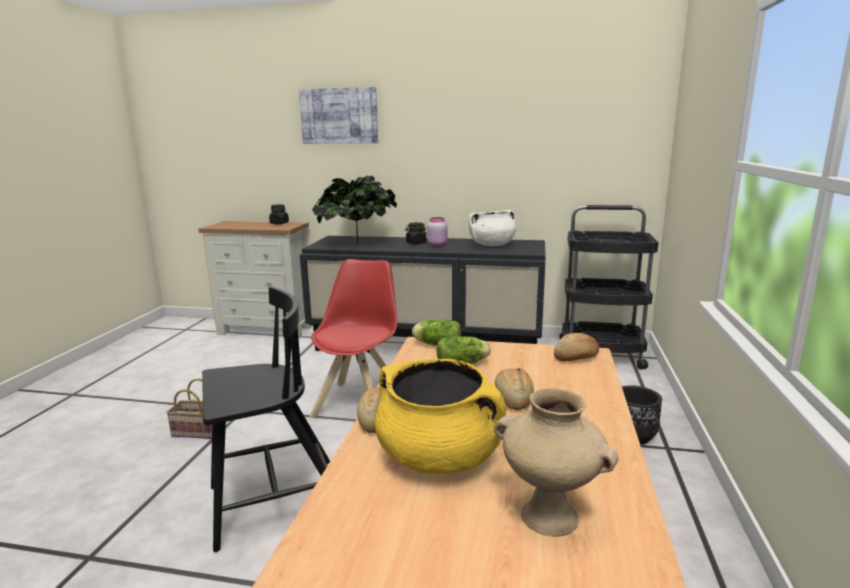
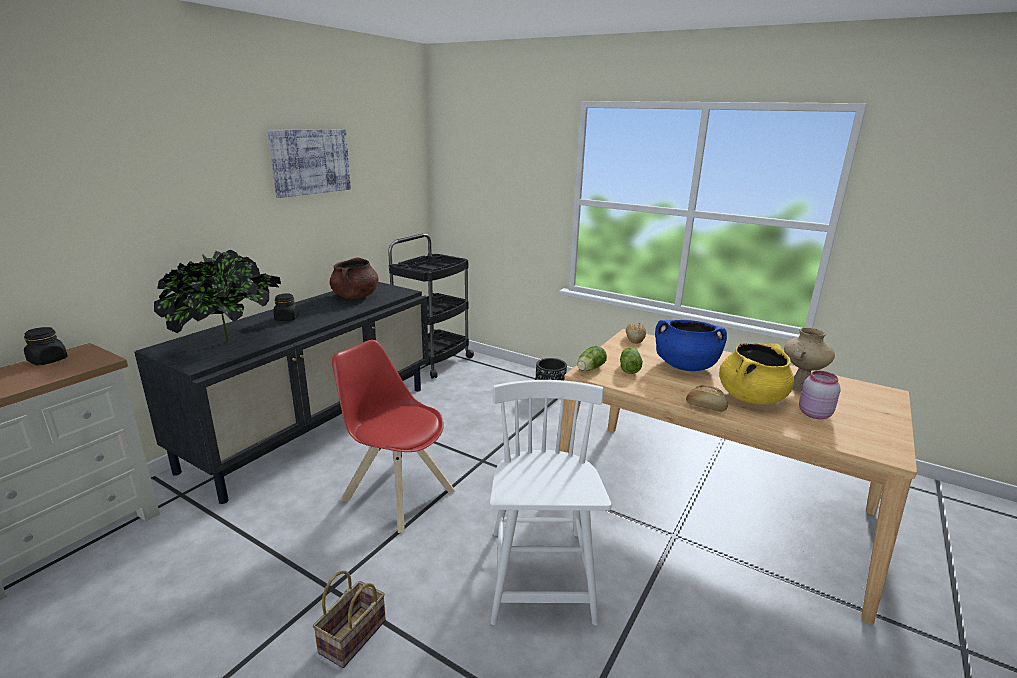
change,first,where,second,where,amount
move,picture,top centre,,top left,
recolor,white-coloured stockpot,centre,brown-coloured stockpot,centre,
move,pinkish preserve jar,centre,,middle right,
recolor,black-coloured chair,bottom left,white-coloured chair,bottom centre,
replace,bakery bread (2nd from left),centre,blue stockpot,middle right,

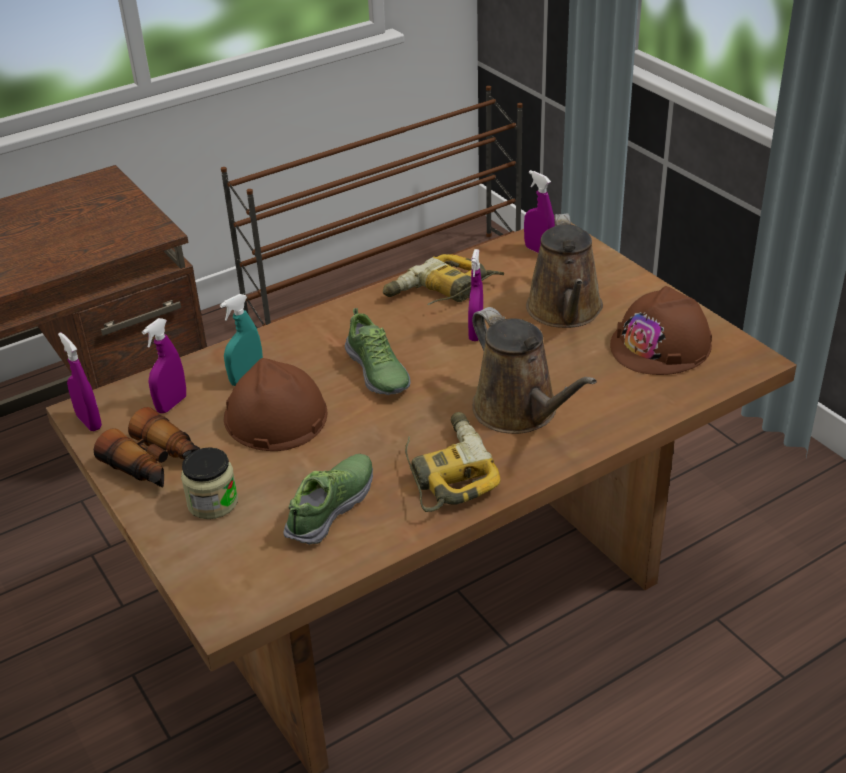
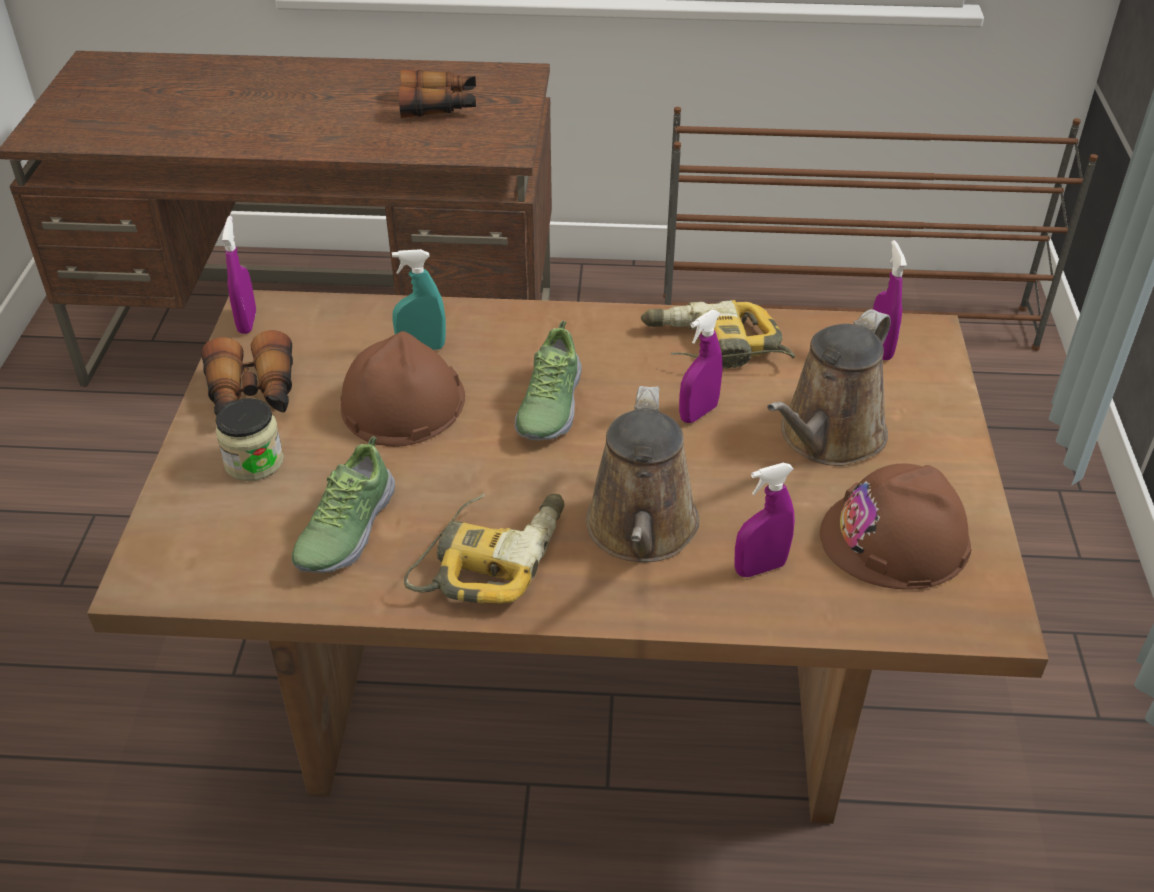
change,first,where,second,where,amount
move,purple-coloured sprayer (2nd from left in the first image),middle left,purple-coloured sprayer (3rd from left),centre,
rotate,low shoe (1st from left),centre,,middle left,135 degrees clockwise
insert,,,binoculars (2nd from left),top centre,

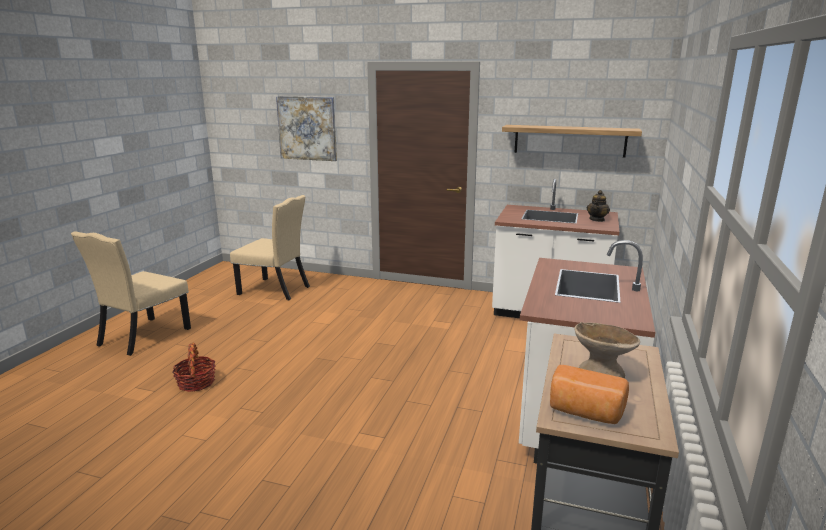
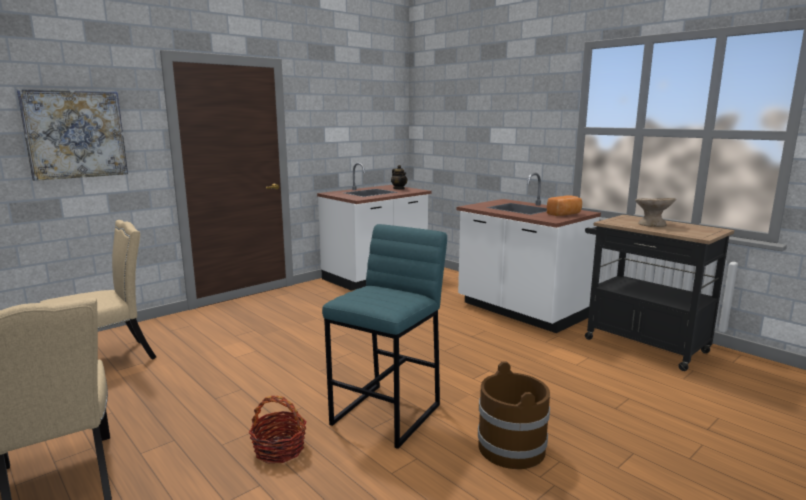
change,first,where,second,where,amount
delete,bracket shelf,top right,,,
move,bakery bread,bottom right,,middle right,
insert,,,turquoise stool,bottom centre,
insert,,,brown-coloured pail,bottom centre,

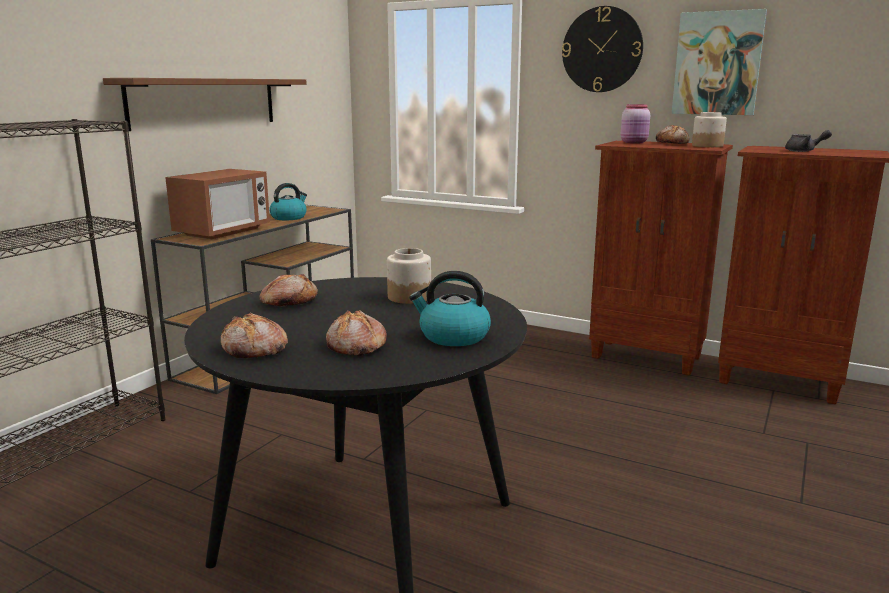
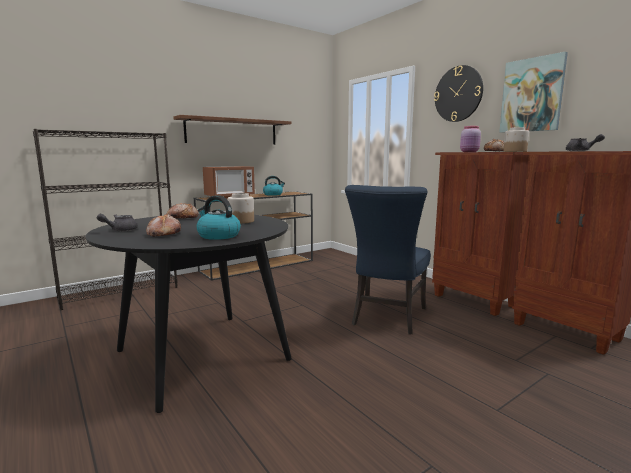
change,first,where,second,where,amount
replace,bakery bread (1st from left),middle left,gray pot for tea (1st from left),middle left,
insert,,,blue chair,centre,

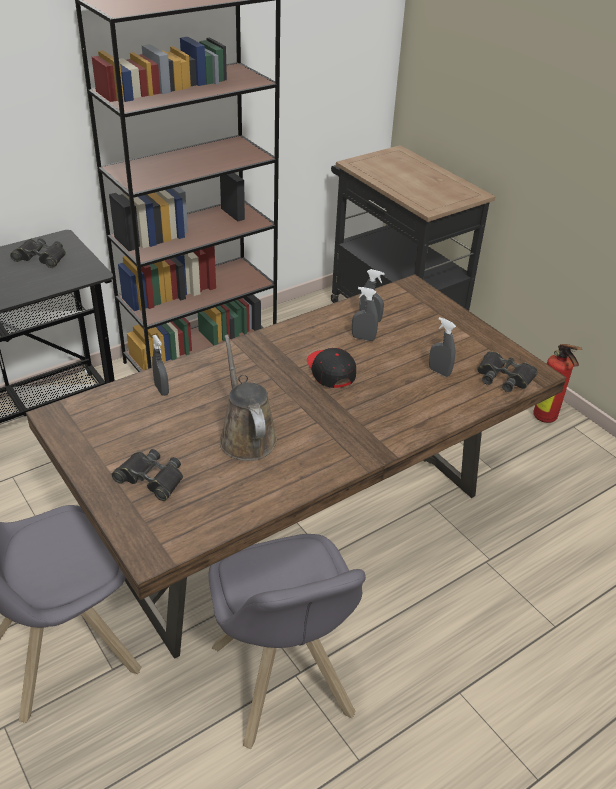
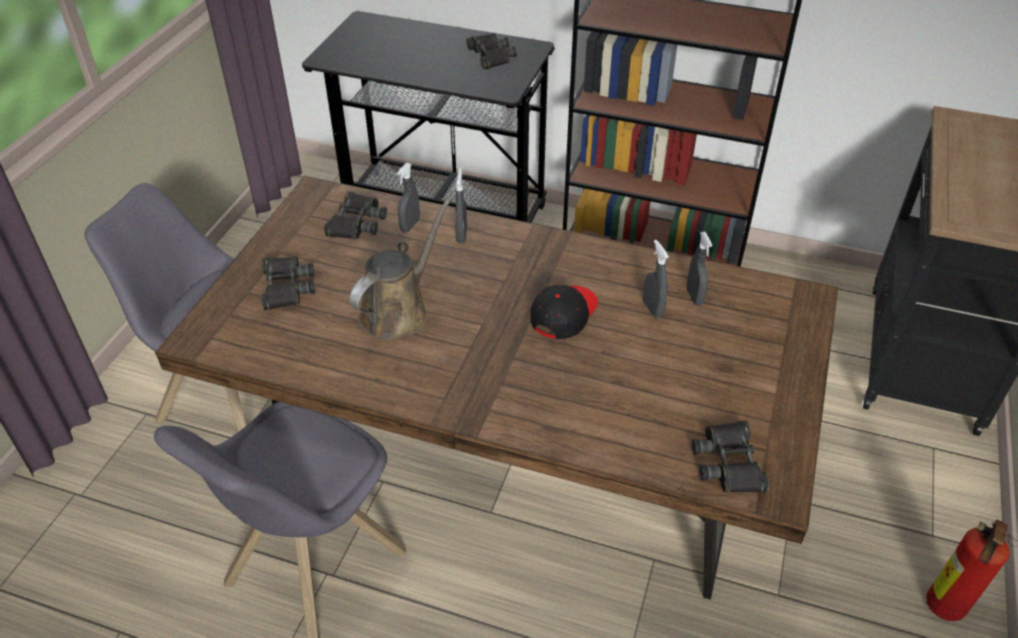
change,first,where,second,where,amount
move,gray sprayer (4th from left in the first image),middle right,gray sprayer (2nd from left),top centre,
insert,,,black-coloured binoculars (2nd from left),centre,

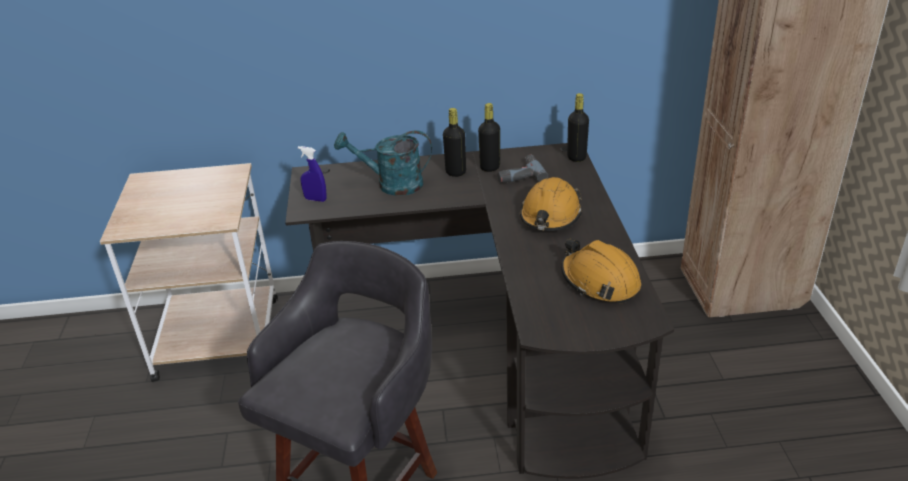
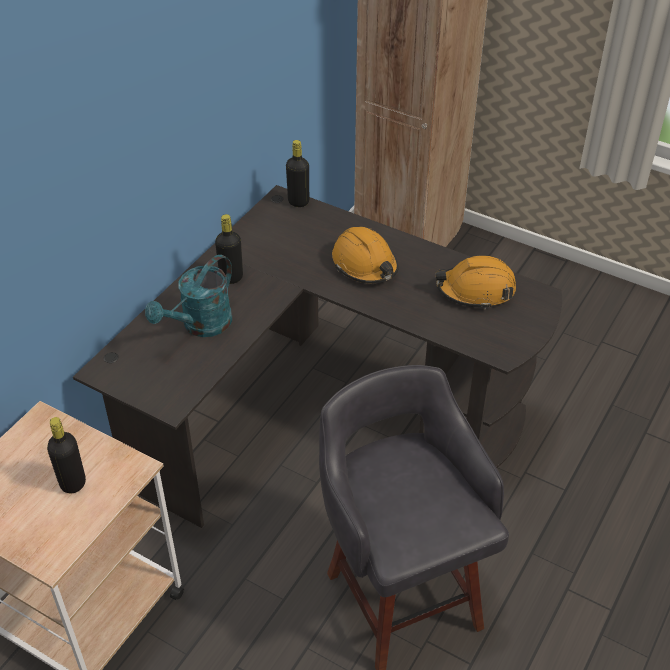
change,first,where,second,where,amount
move,black-coloured beverage bottle (2nd from left in the first image),top centre,black-coloured beverage bottle (1st from left),bottom left,
delete,blue sprayer,centre,,,
delete,electric drill,centre,,,

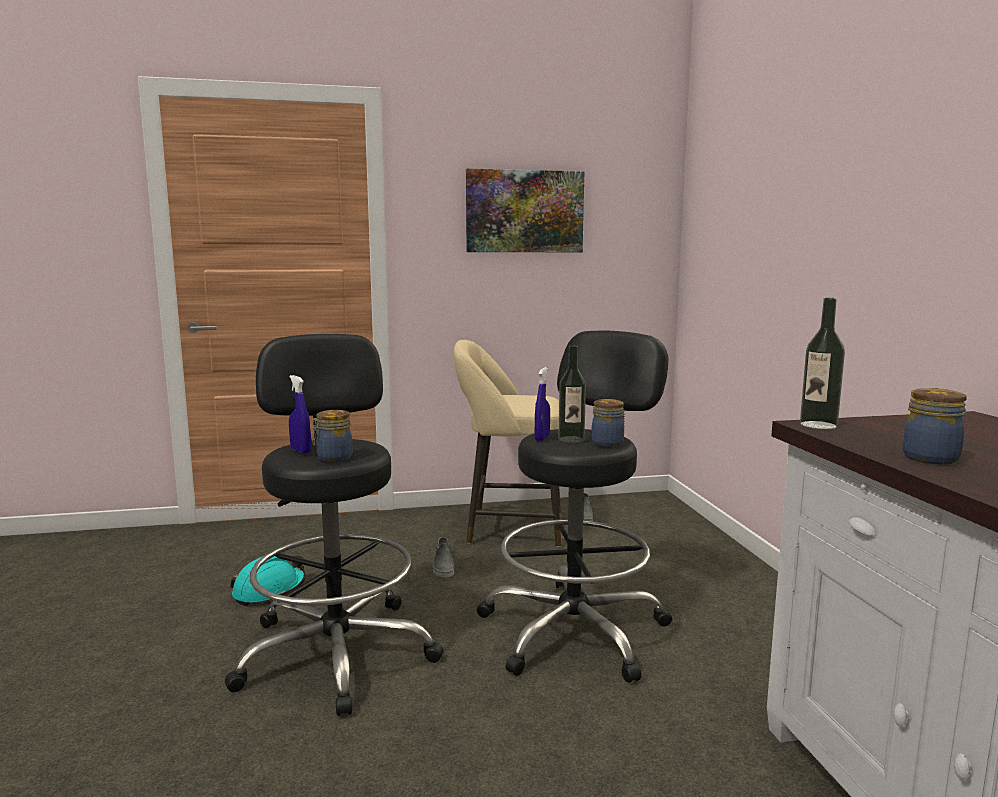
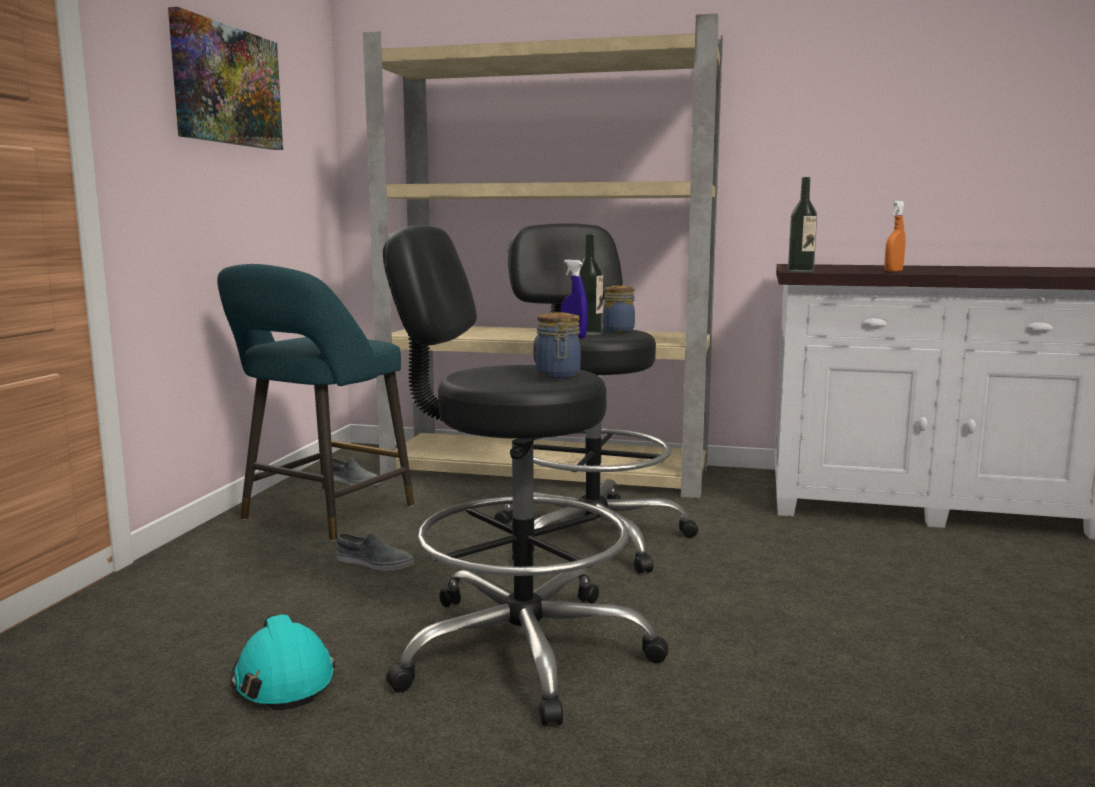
change,first,where,second,where,amount
recolor,beige stool,centre,turquoise stool,middle left,
delete,blue sprayer (1st from left),middle left,,,
replace,preserve jar (3rd from left),middle right,orangey sprayer,top right,
insert,,,beige bookcase,top centre,

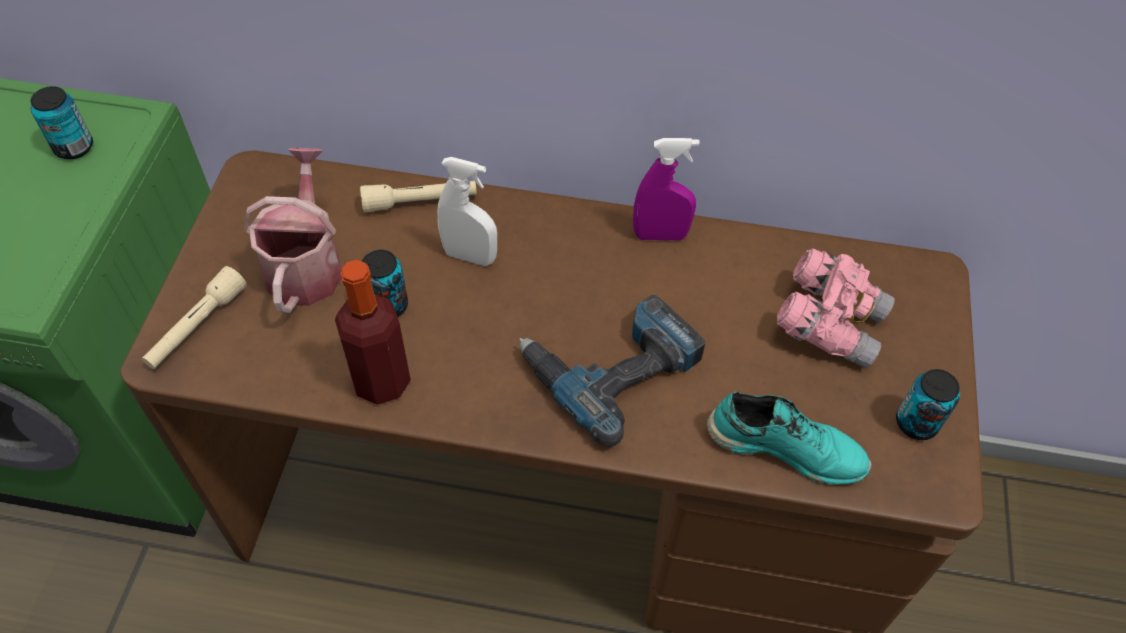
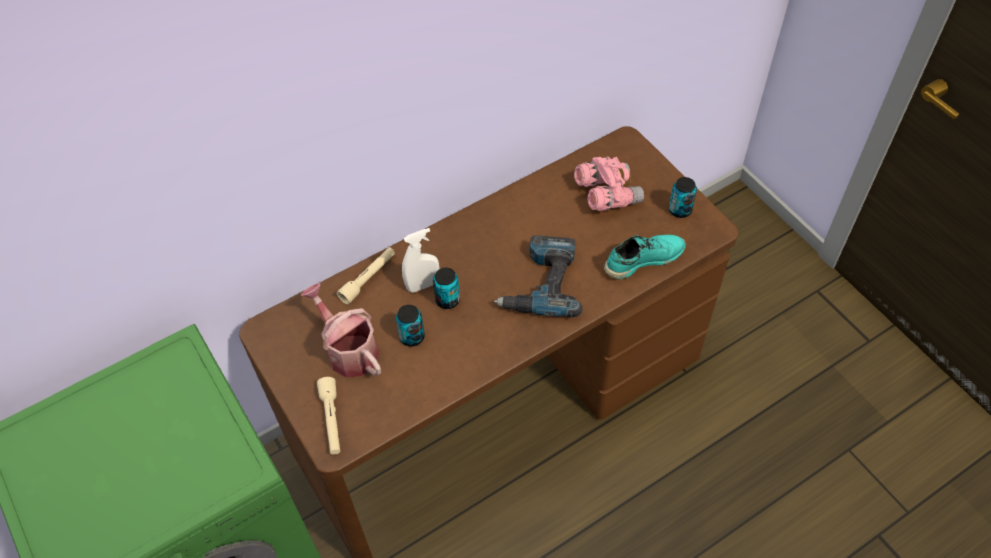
change,first,where,second,where,amount
move,metal can (1st from left in the first image),top left,metal can (2nd from left),centre,
delete,purple-coloured sprayer,top centre,,,
delete,beverage bottle,middle left,,,

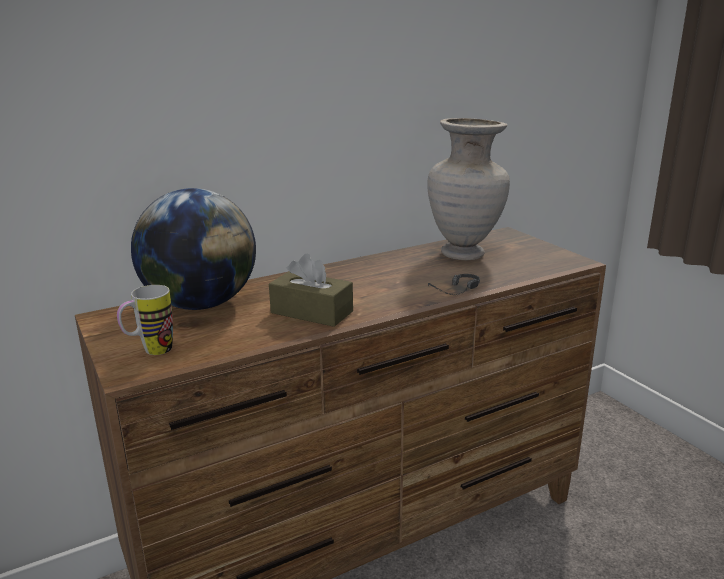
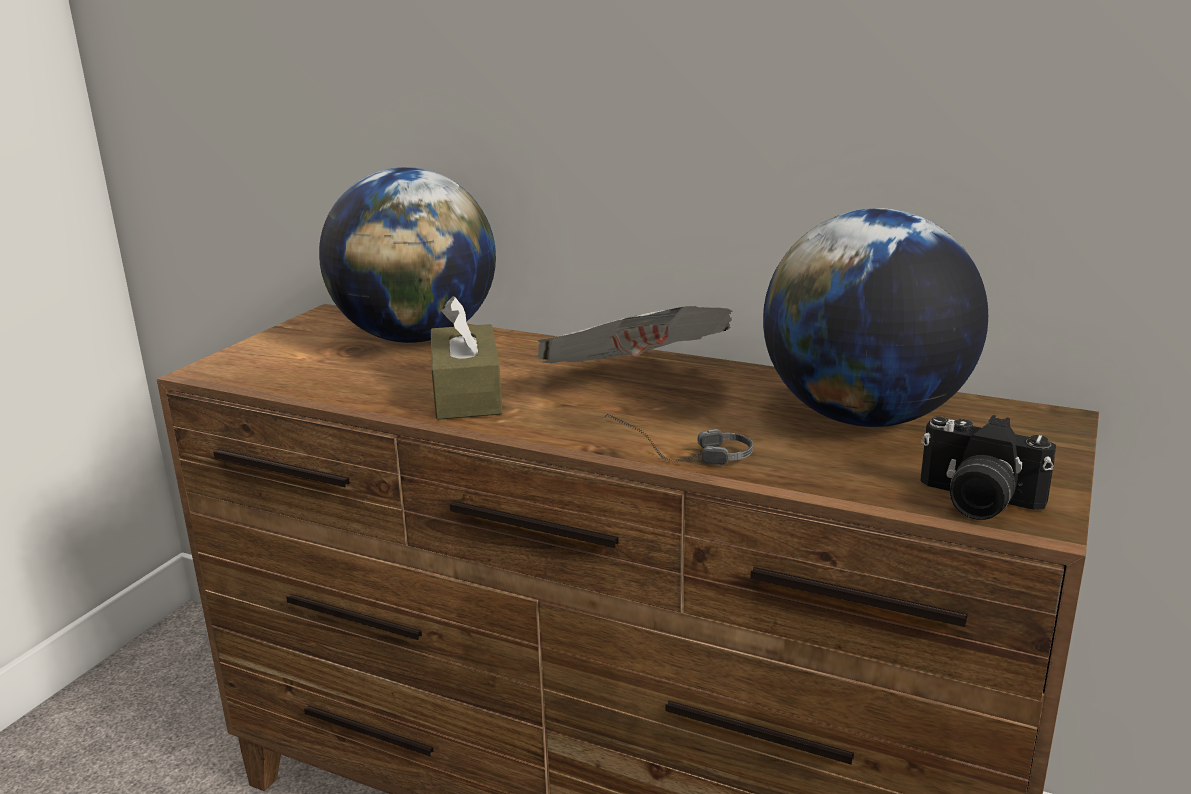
change,first,where,second,where,amount
replace,beige decorative vase,top centre,world globe (2nd from left),middle right,
delete,tea mug,middle left,,,
insert,,,printed paper,centre,
insert,,,still camera,middle right,

